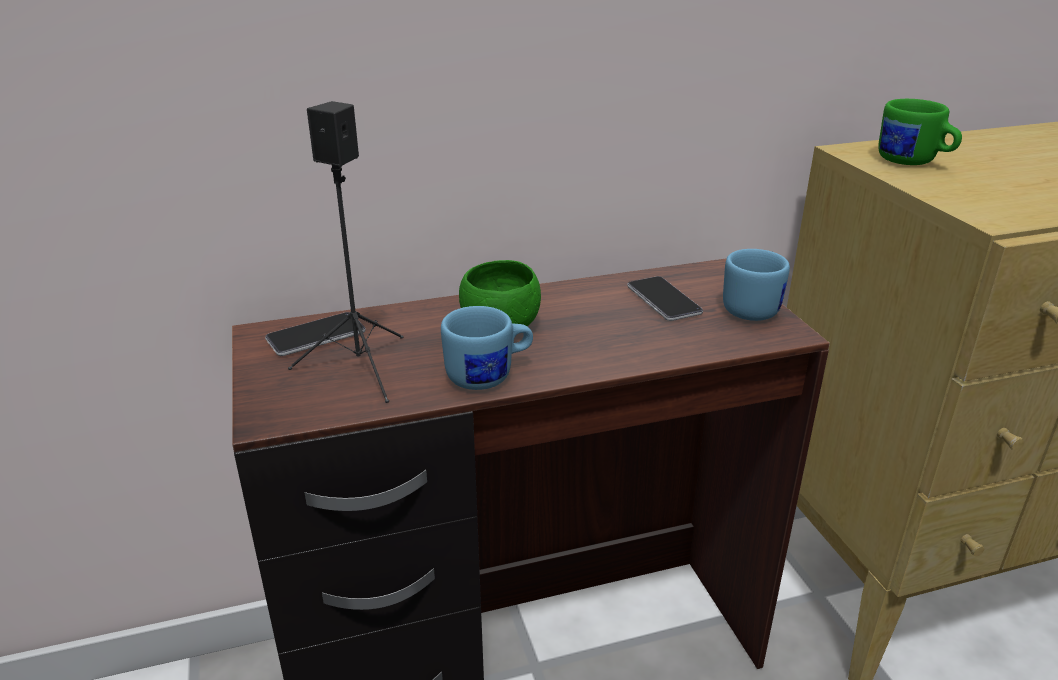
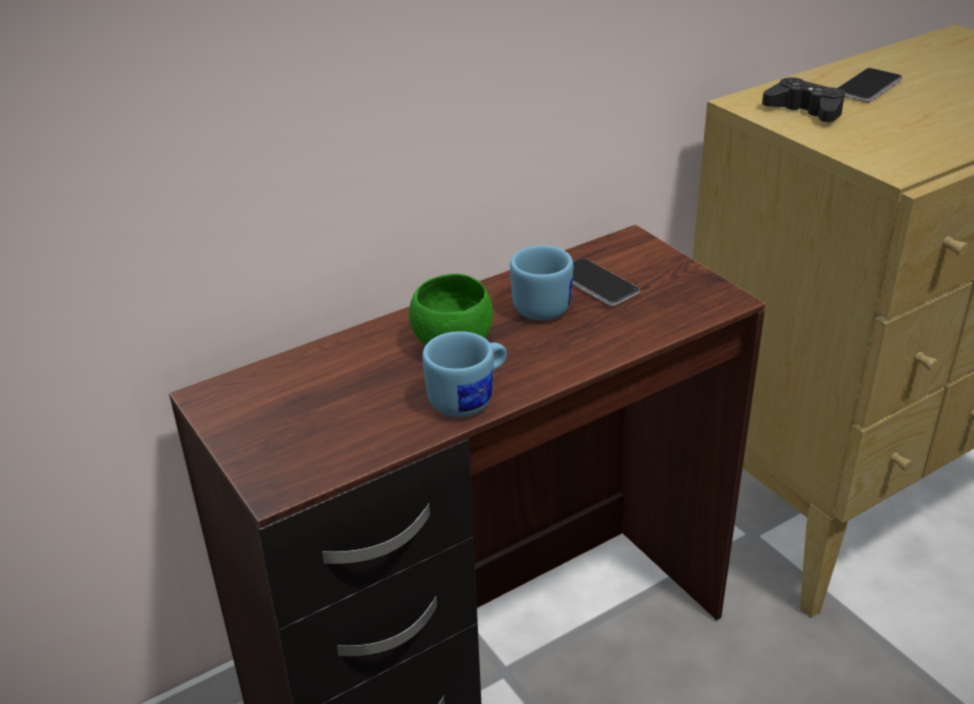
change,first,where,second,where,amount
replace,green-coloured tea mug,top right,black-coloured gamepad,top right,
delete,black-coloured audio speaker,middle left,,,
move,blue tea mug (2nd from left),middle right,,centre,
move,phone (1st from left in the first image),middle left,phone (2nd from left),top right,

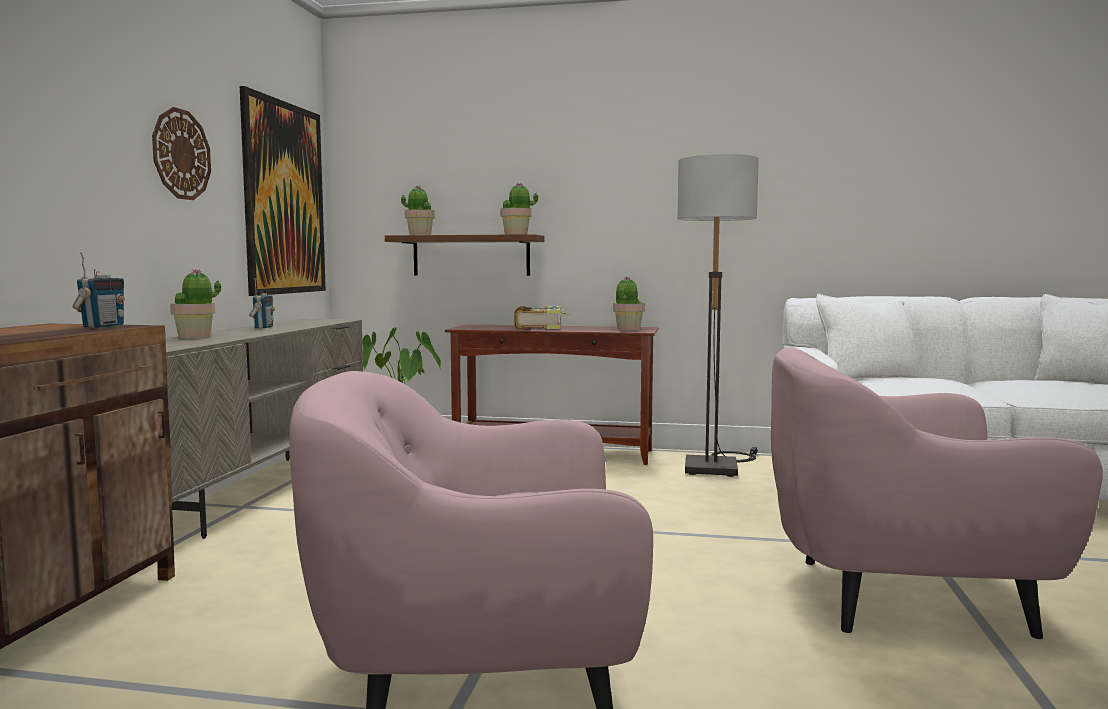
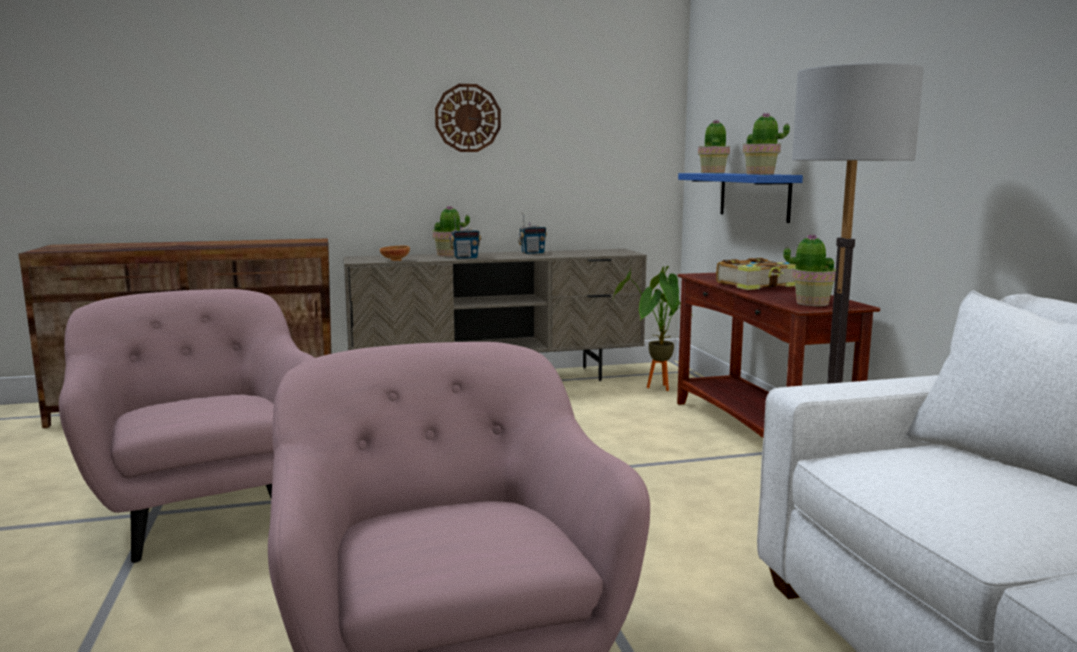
change,first,where,second,where,amount
delete,picture,top left,,,
recolor,brown-coloured bracket shelf,centre,blue bracket shelf,top right,
move,radio receiver (1st from left),middle left,,centre,
insert,,,brown-coloured bowl,centre,

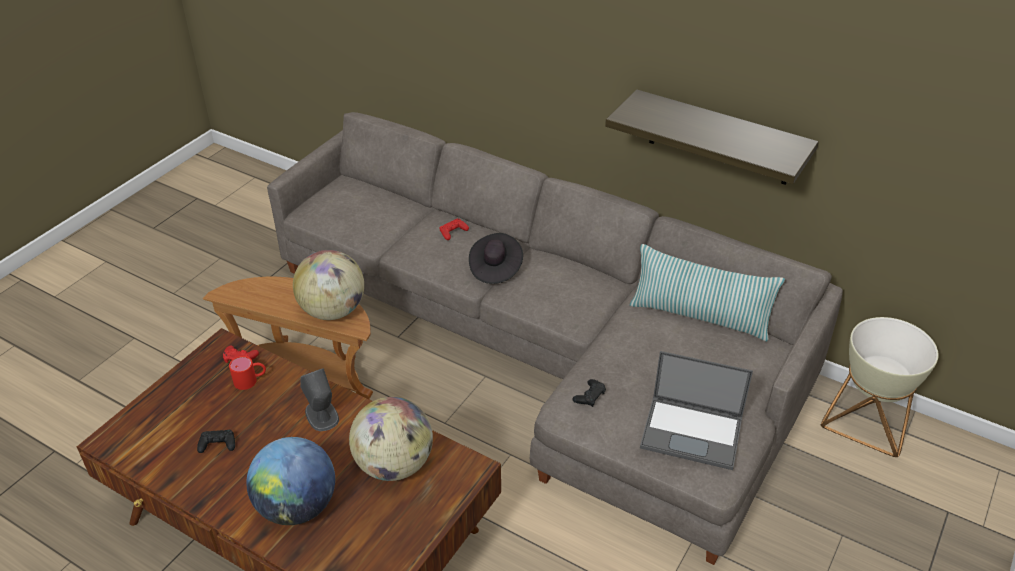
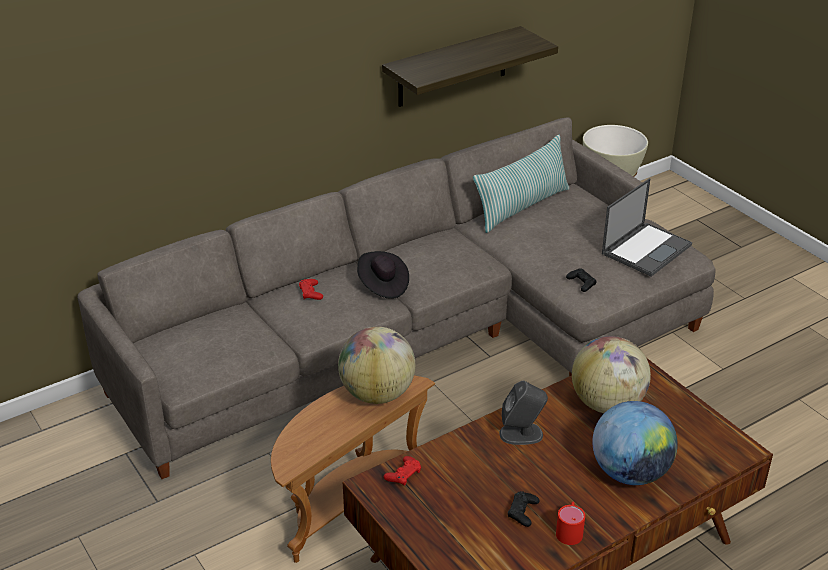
change,first,where,second,where,amount
move,red tea mug,middle left,,bottom right,

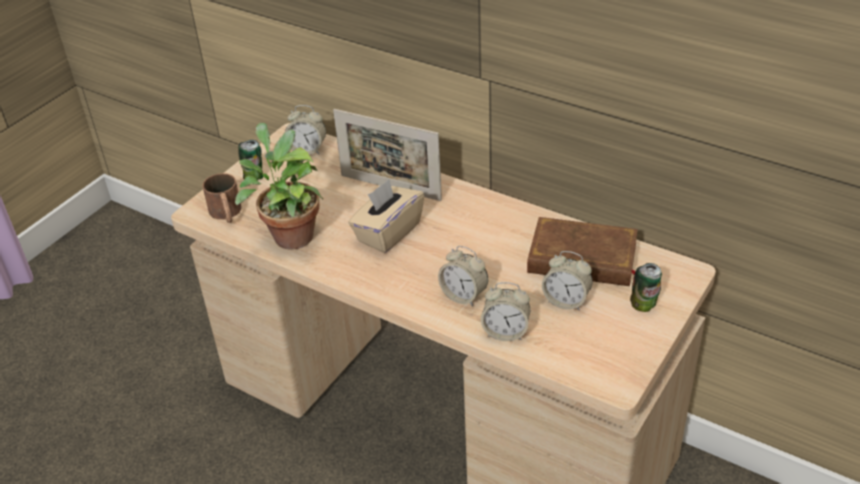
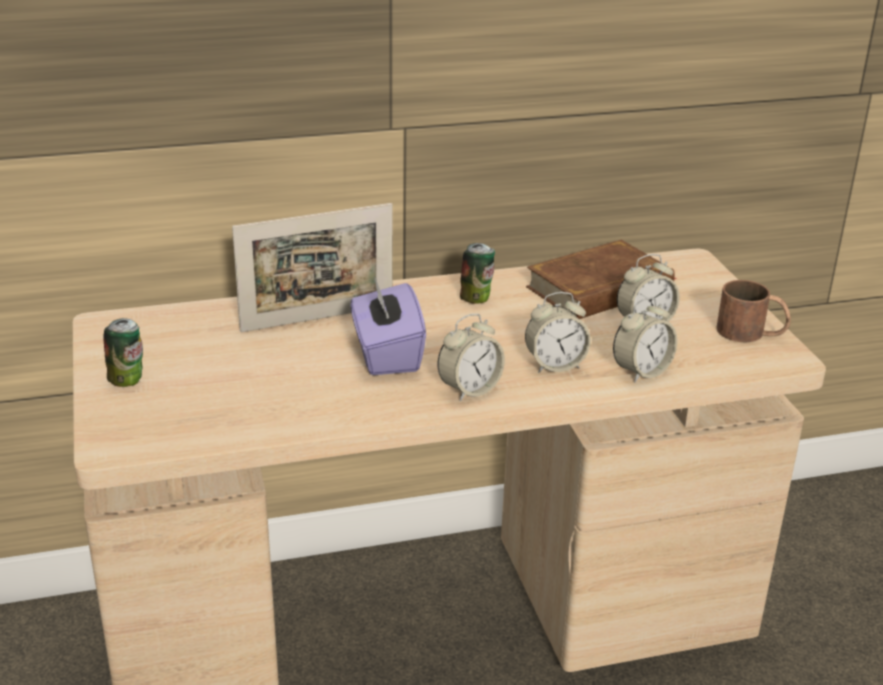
change,first,where,second,where,amount
move,alarm clock (1st from left),top centre,,centre,
delete,potted plant,middle left,,,
move,brown-coloured tea mug,middle left,,middle right,
recolor,beige tissue holder,centre,purple-coloured tissue holder,centre,
move,metal can (2nd from left),middle right,,centre,

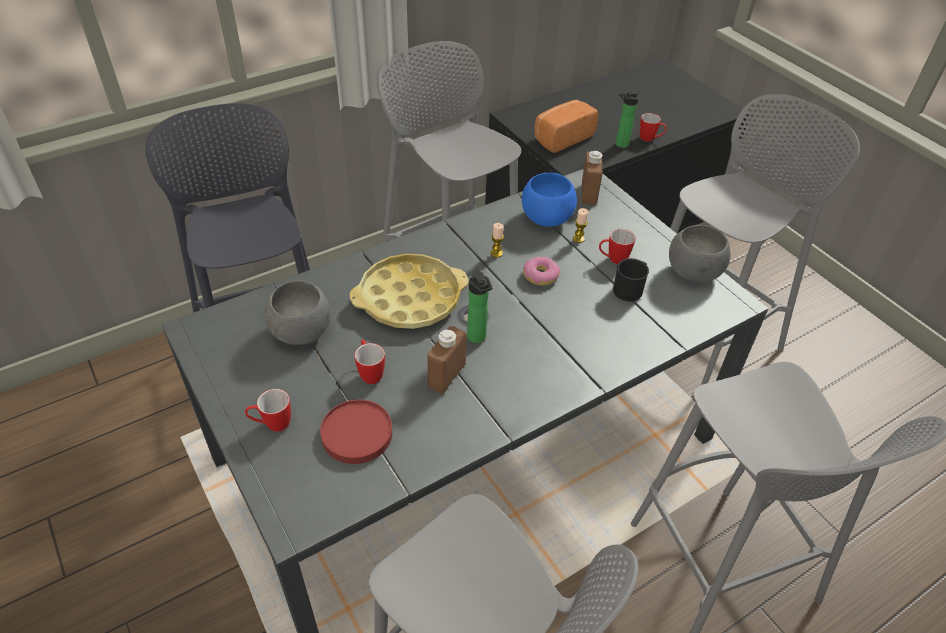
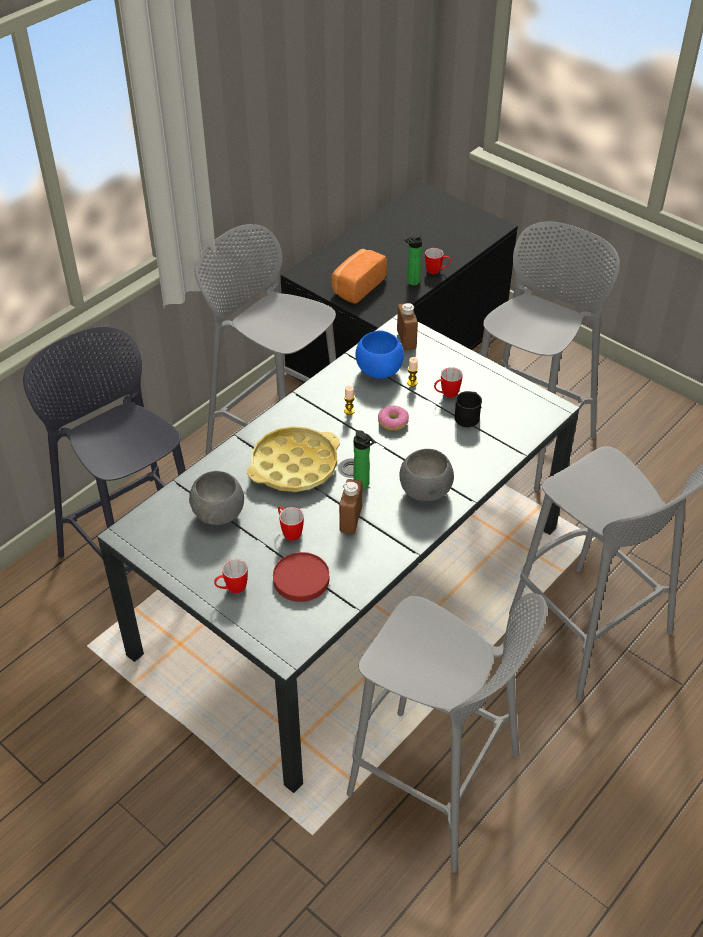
change,first,where,second,where,amount
move,gray bowl (2nd from left),middle right,,centre,

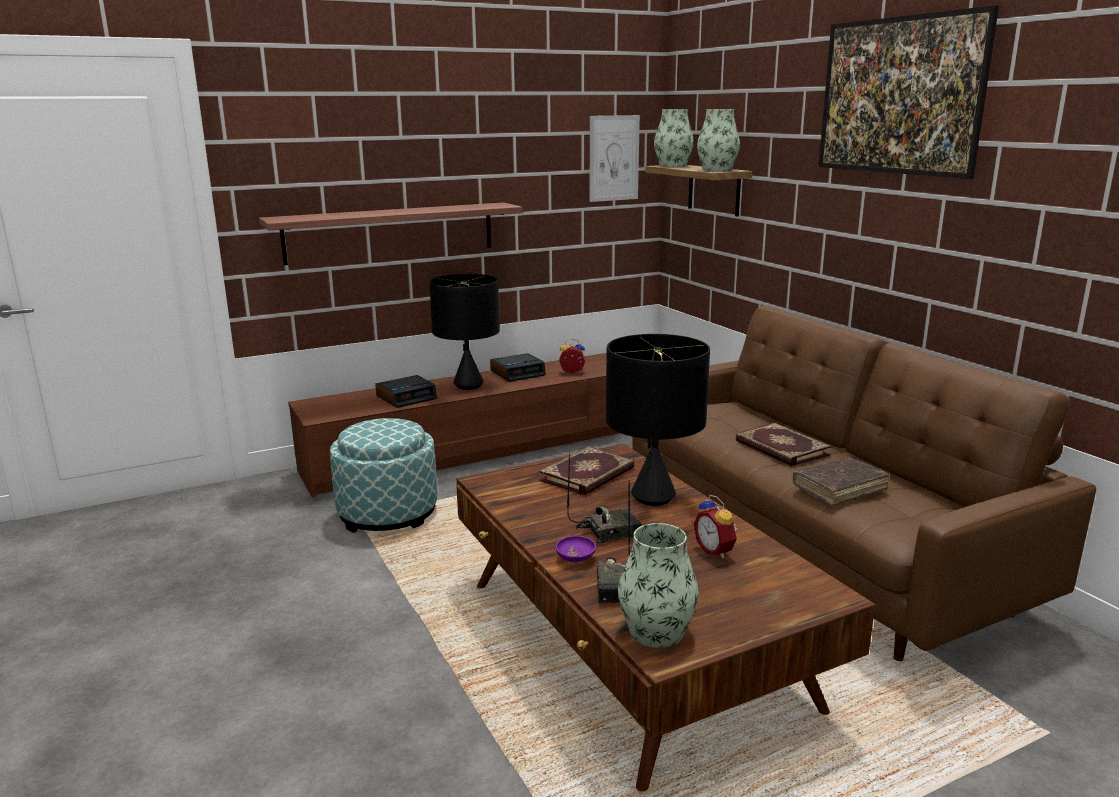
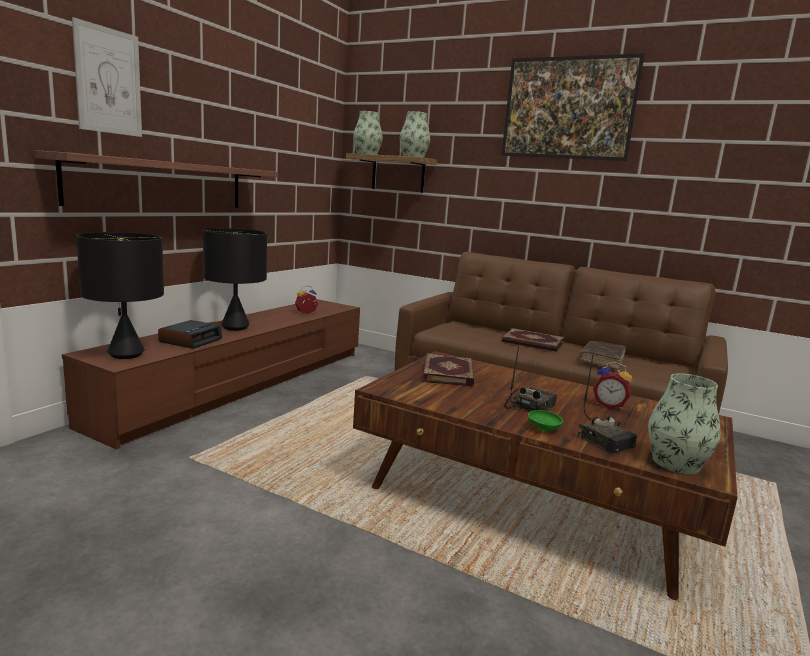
change,first,where,second,where,amount
move,picture (1st from left),top centre,,top left,
move,black-coloured lamp for a table (2nd from left in the first image),centre,black-coloured lamp for a table (1st from left),middle left,
delete,alarm clock (2nd from left),centre,,,
delete,footrest,centre,,,
recolor,purple-coloured bowl,bottom centre,green-coloured bowl,middle right,

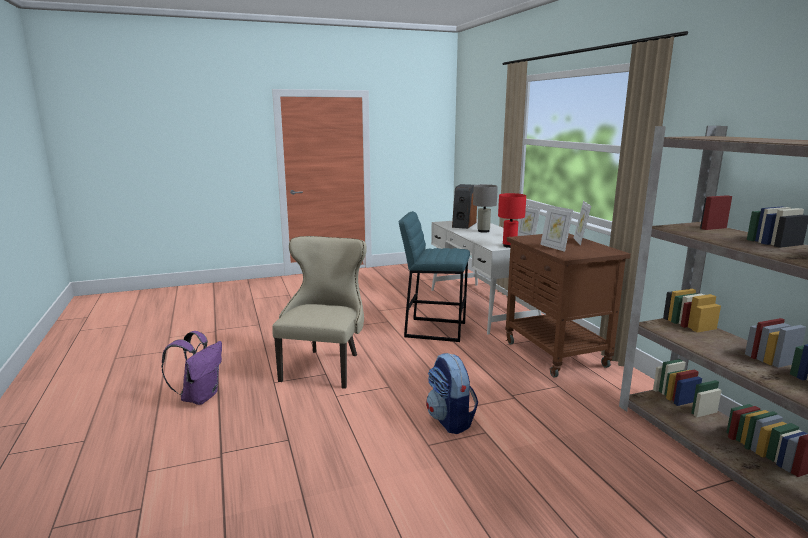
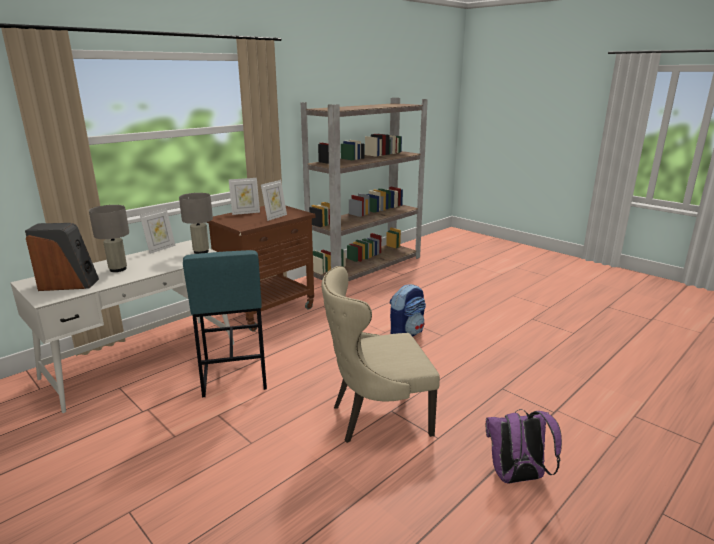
change,first,where,second,where,amount
recolor,red lamp for a table,centre,gray lamp for a table (2nd from left),middle left,

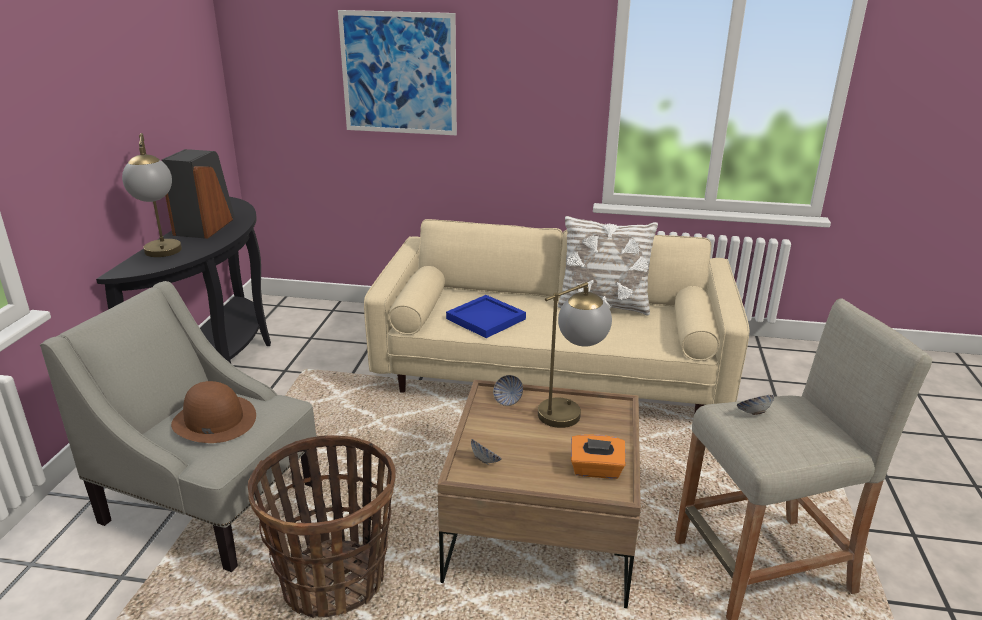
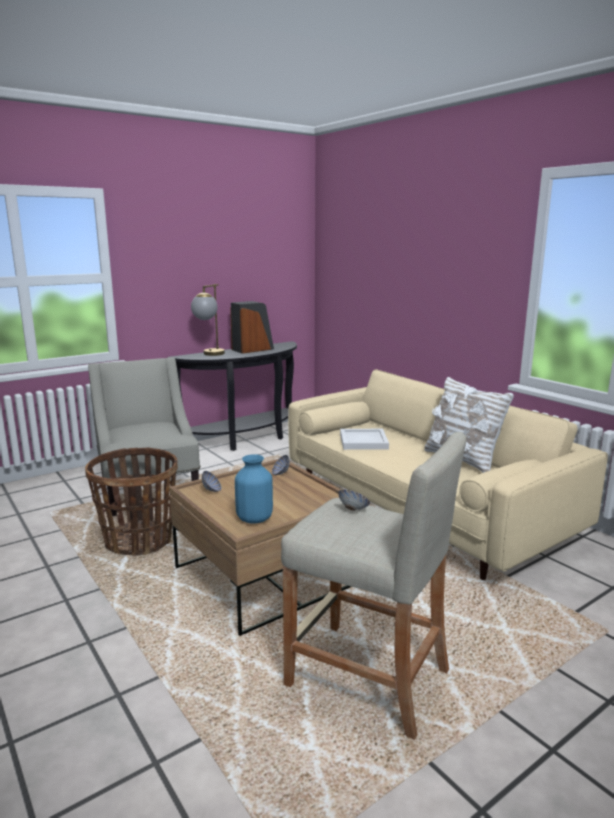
change,first,where,second,where,amount
delete,picture,top centre,,,
delete,lamp for a table (2nd from left),centre,,,
recolor,blue serving tray,centre,white-coloured serving tray,centre,
delete,brown-coloured clothing hat,middle left,,,
replace,orangey tissue holder,bottom centre,blue decorative vase,centre,

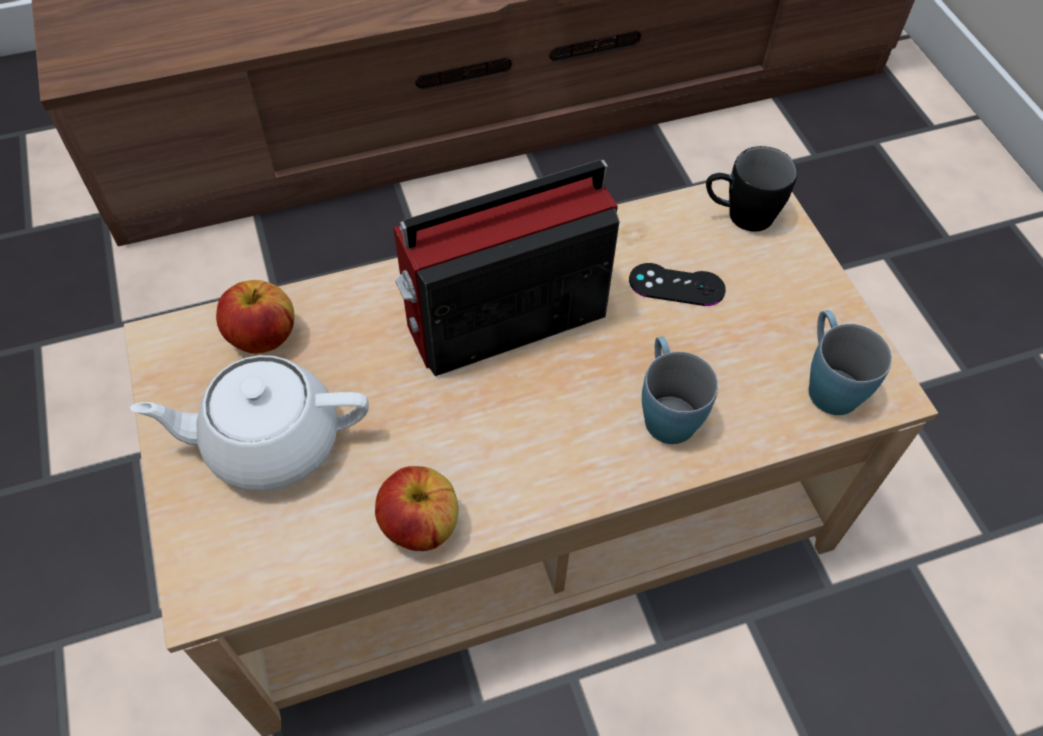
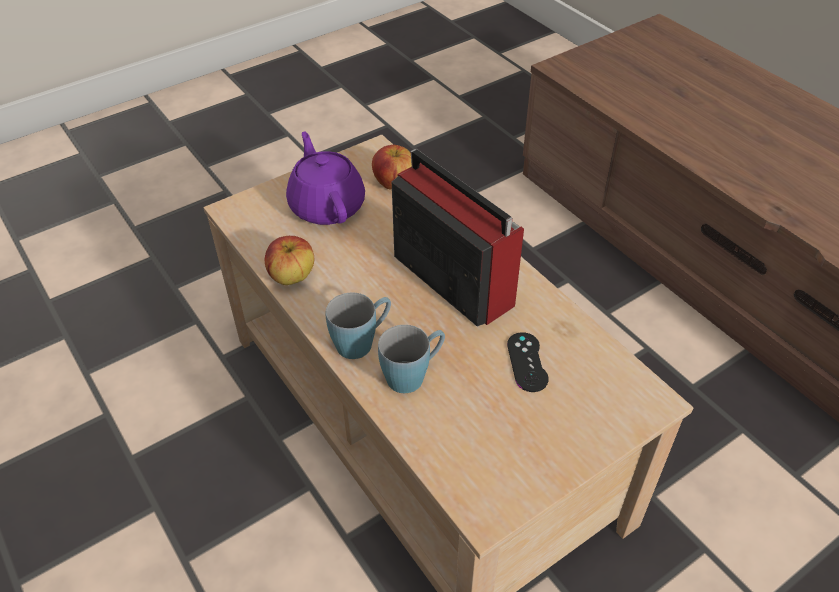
change,first,where,second,where,amount
delete,black-coloured tea mug,top right,,,
move,blue tea mug (2nd from left in the first image),middle right,blue tea mug (1st from left),centre,
recolor,white-coloured pot for tea,middle left,purple-coloured pot for tea,top centre,

